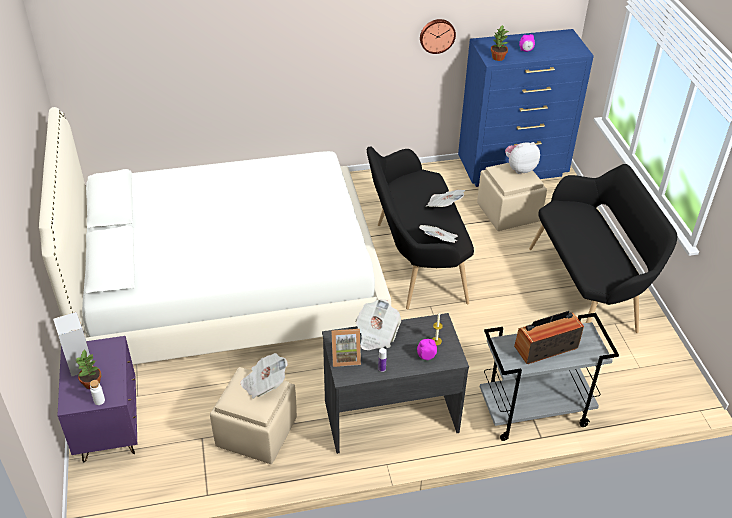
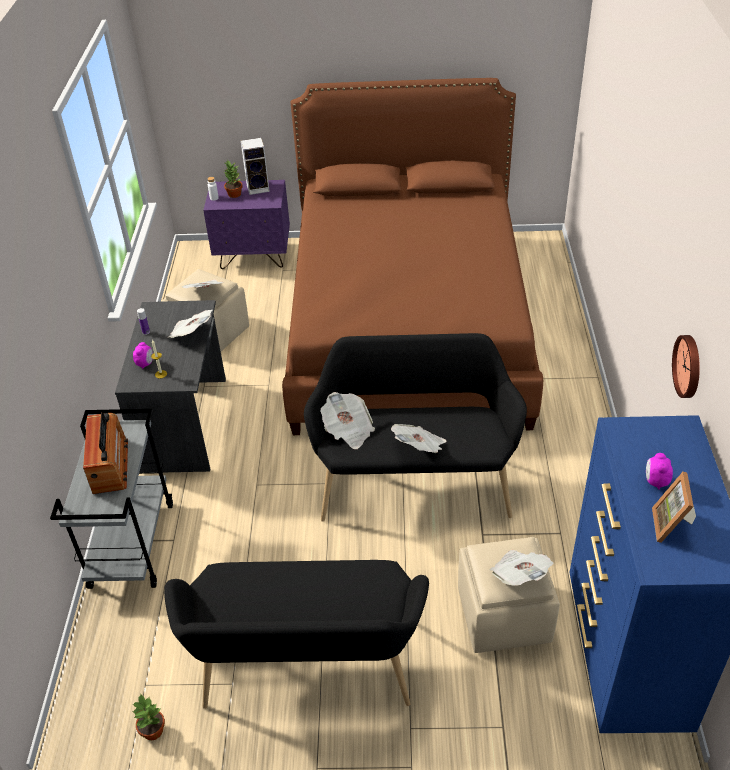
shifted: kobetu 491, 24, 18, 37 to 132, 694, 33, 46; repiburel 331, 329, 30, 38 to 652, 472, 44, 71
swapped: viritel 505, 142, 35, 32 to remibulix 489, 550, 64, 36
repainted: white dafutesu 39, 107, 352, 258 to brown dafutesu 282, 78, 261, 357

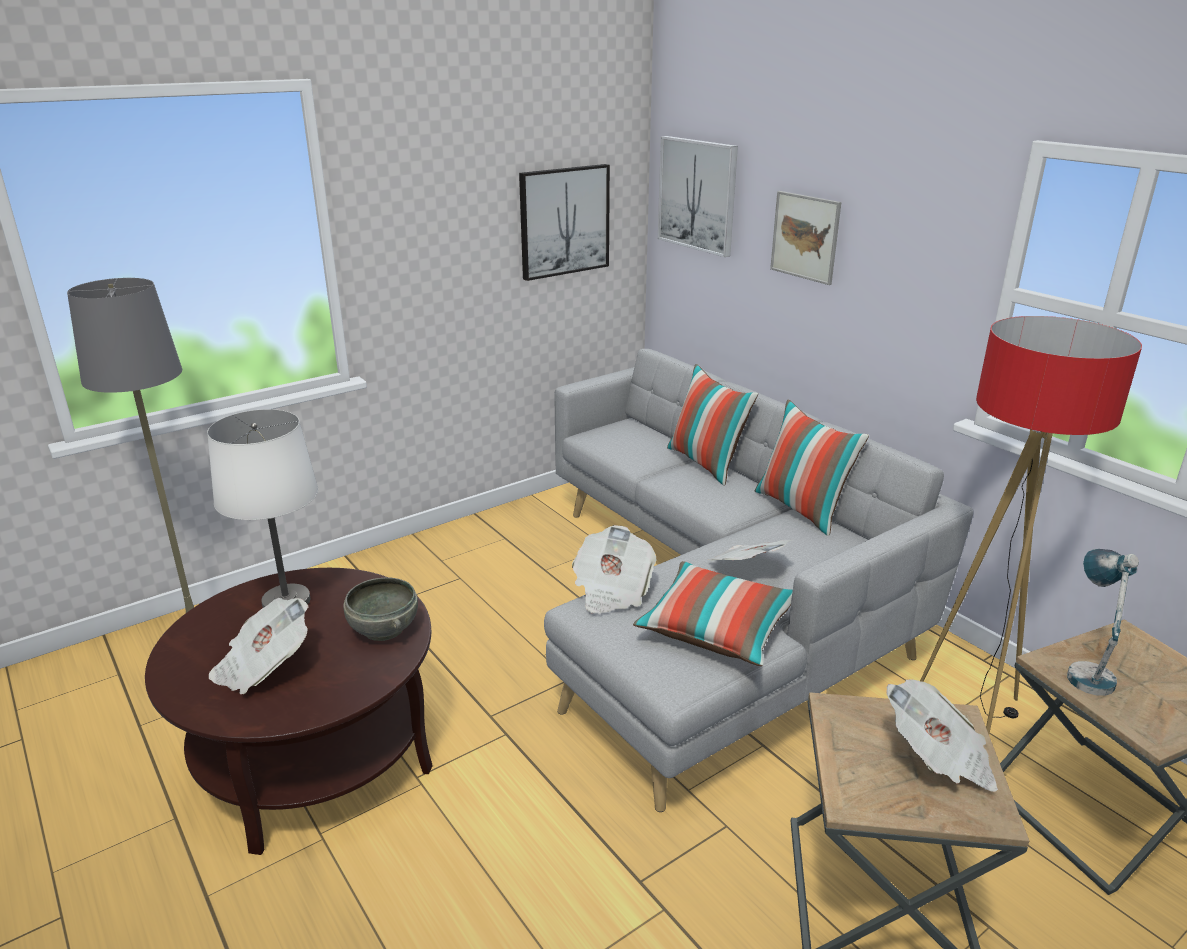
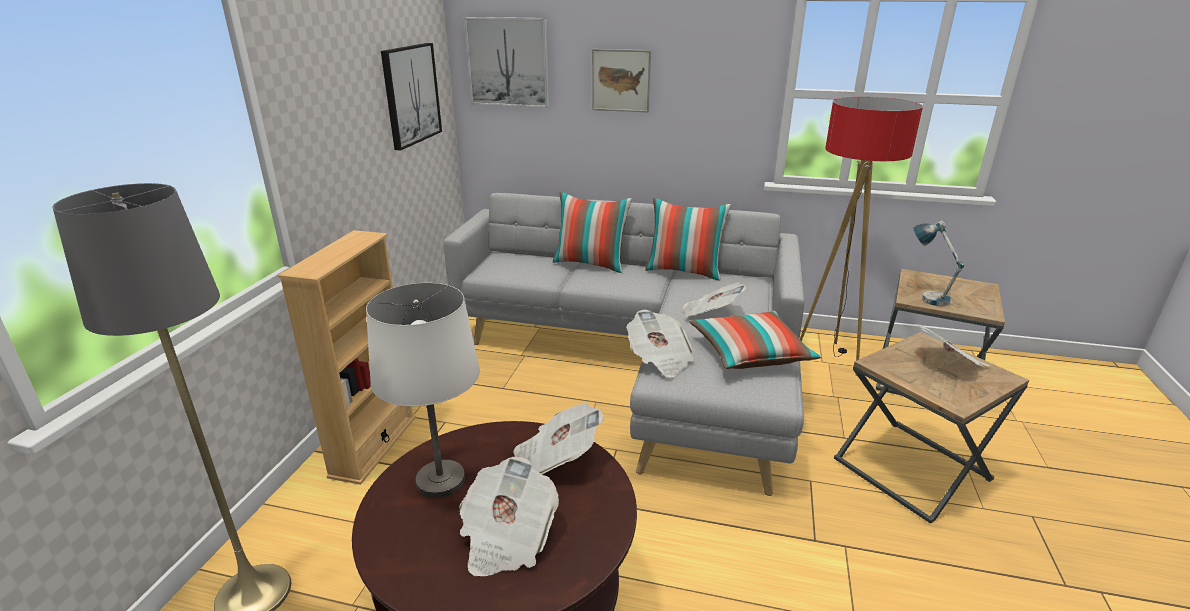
new: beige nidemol 278, 230, 138, 255
swapped: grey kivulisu 343, 577, 75, 64 to remibulix 513, 403, 91, 71

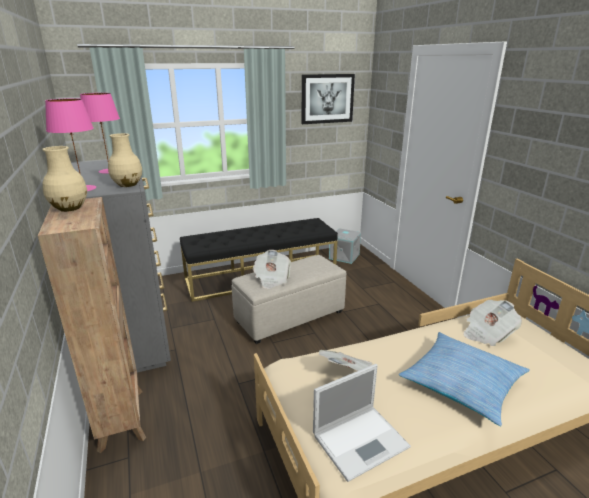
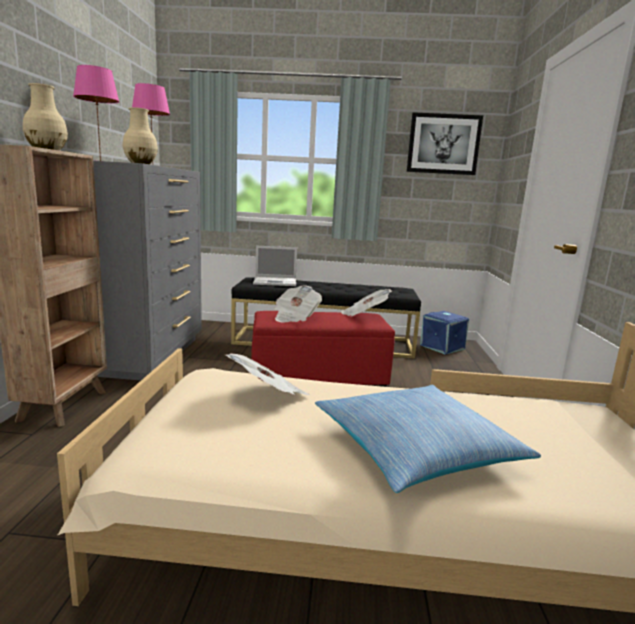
shifted: remibulix 463, 300, 59, 46 to 341, 289, 51, 28; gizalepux 313, 364, 98, 118 to 253, 246, 44, 40
repainted: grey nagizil 329, 228, 32, 36 to blue nagizil 420, 311, 49, 44; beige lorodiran 232, 255, 115, 89 to red lorodiran 251, 311, 144, 76

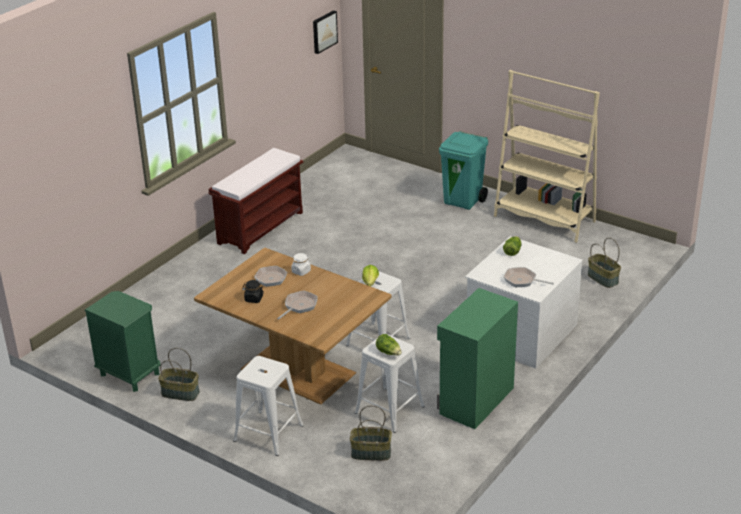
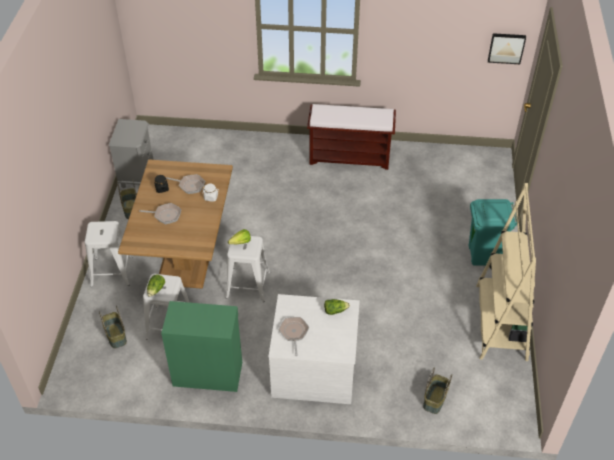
repainted: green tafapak 84, 291, 76, 101 to grey tafapak 109, 119, 46, 70

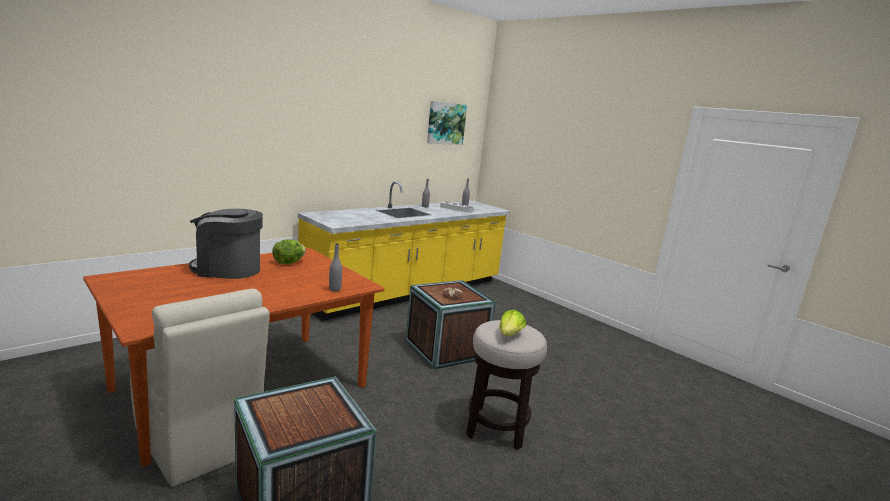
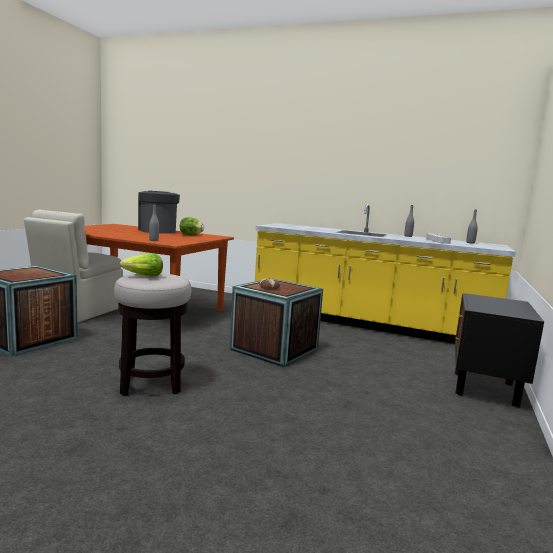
gone: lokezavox 427, 101, 40, 44
new: black tafapak 455, 293, 89, 114

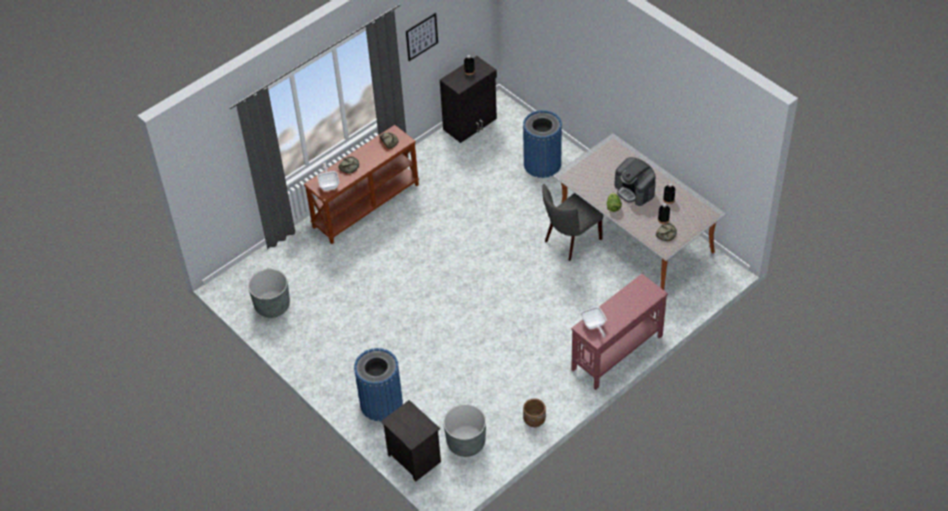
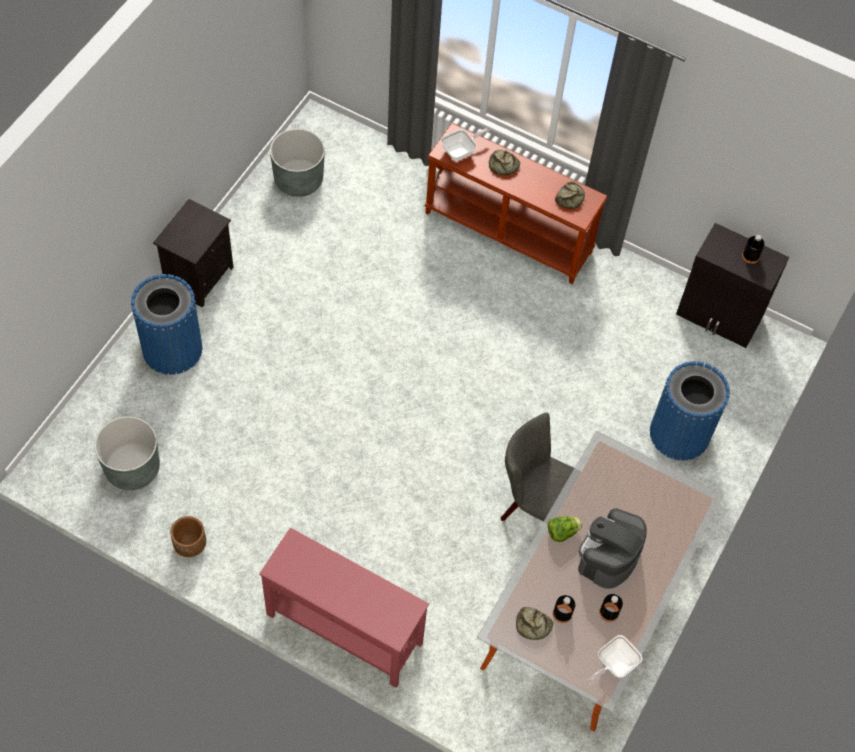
gone: lokezavox 406, 13, 32, 48
shifted: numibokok 580, 306, 27, 32 to 587, 635, 55, 50; black tafapak 381, 400, 60, 82 to 153, 199, 80, 108

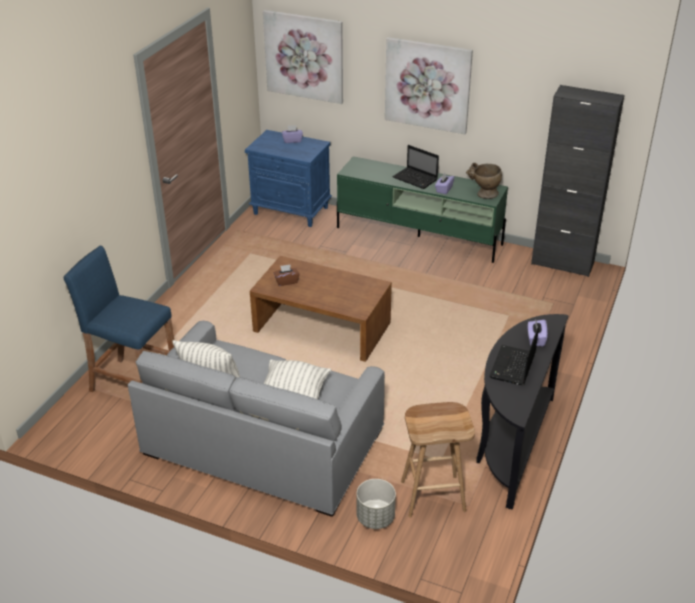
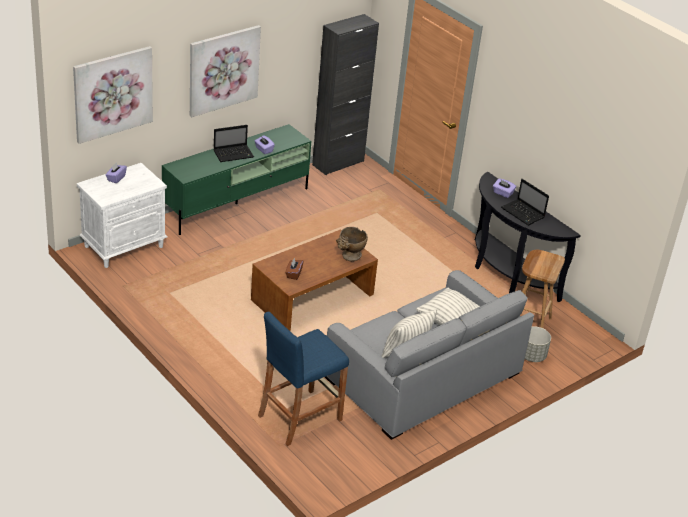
shifted: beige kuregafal 466, 163, 36, 36 to 336, 227, 32, 34
repainted: blue tafapak 245, 130, 87, 97 to white tafapak 77, 163, 91, 105

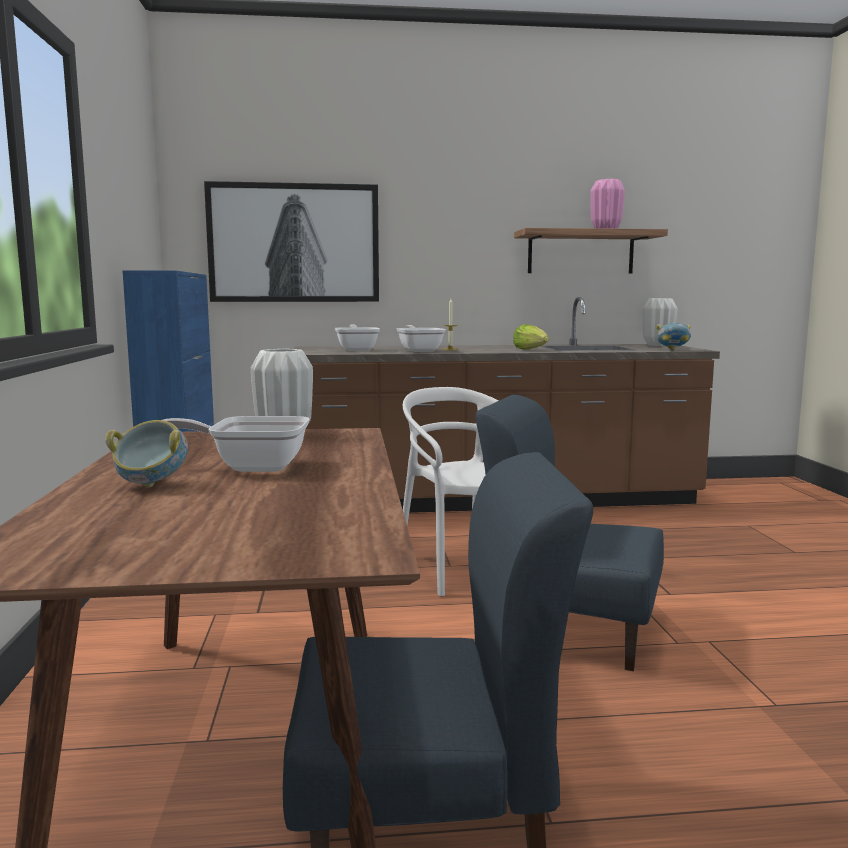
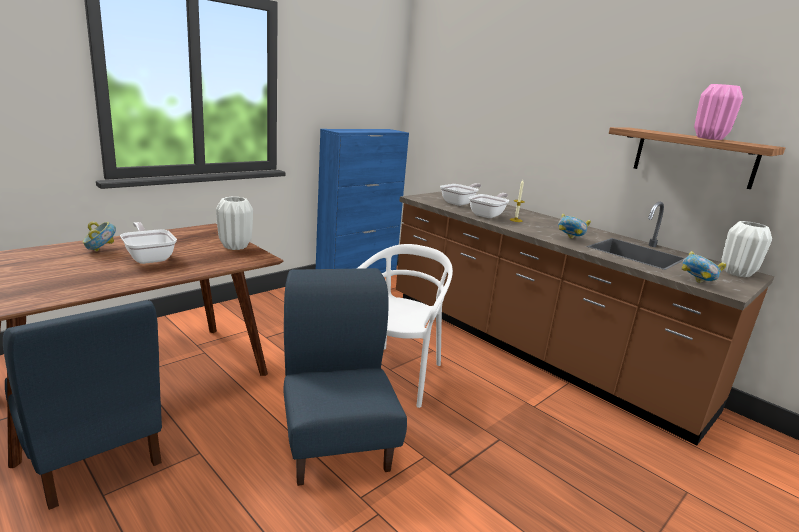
gone: lokezavox 204, 181, 175, 121
swapped: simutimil 513, 324, 36, 26 to kivulisu 558, 214, 33, 25

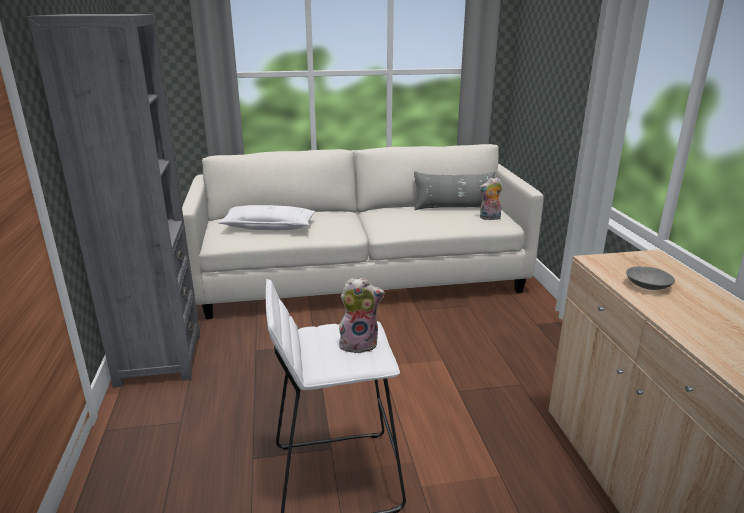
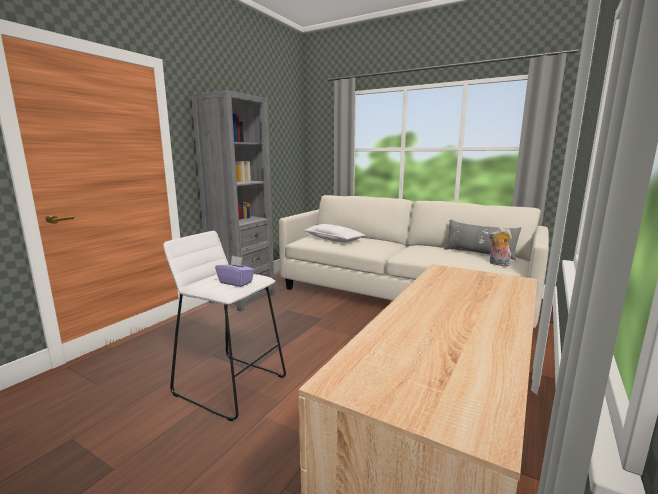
gone: grey kivulisu 626, 266, 49, 24
swapped: viritel 339, 278, 46, 76 to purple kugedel 215, 256, 40, 31

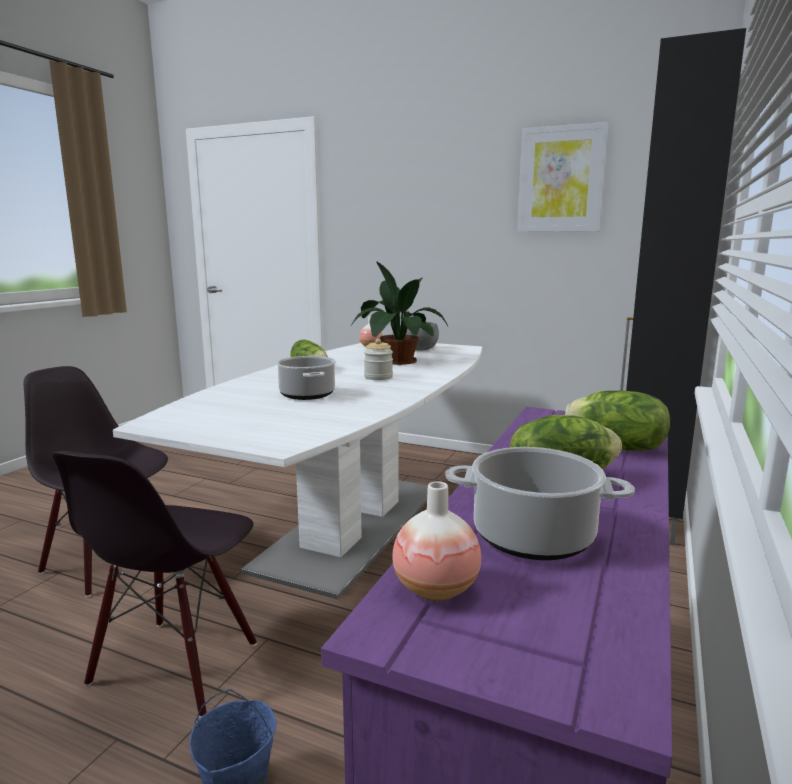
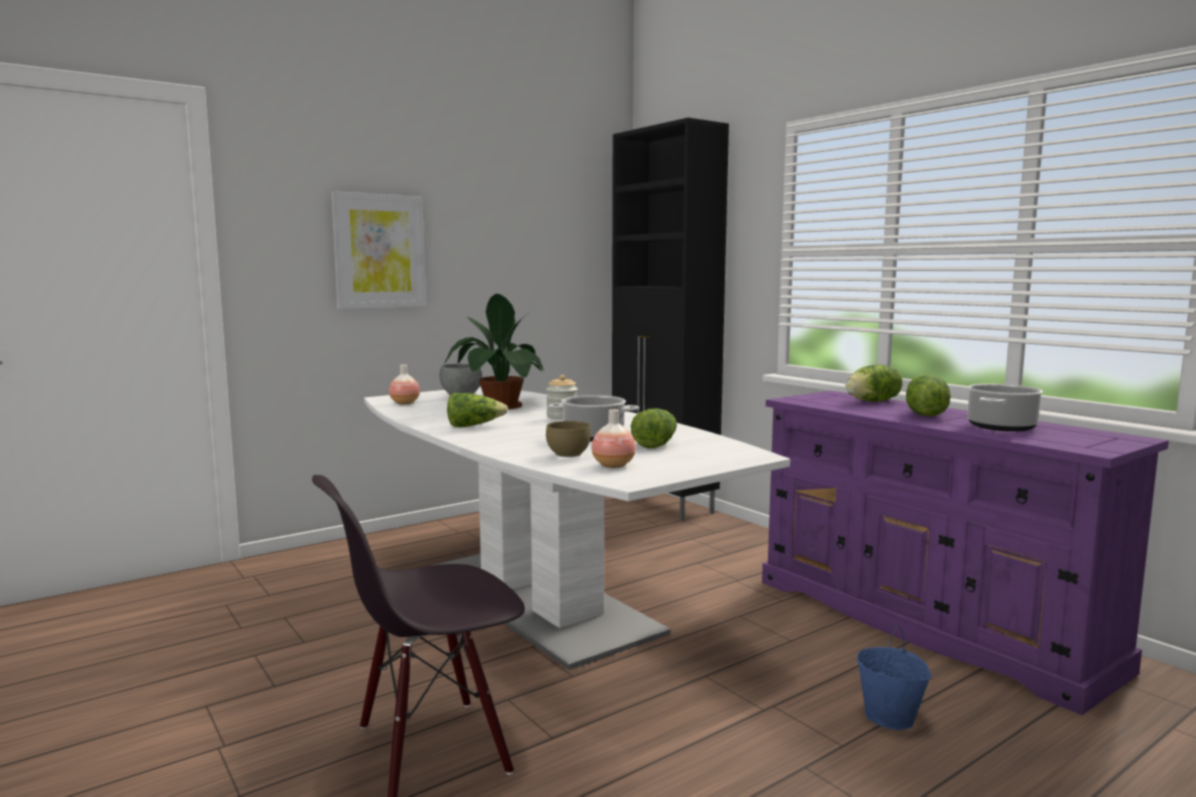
gone: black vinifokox 52, 451, 205, 267
new: simutimil 631, 408, 46, 40; brown kivulisu 546, 421, 45, 36
shifted: lokezavox 517, 122, 92, 110 to 331, 191, 95, 118; kuregafal 392, 481, 89, 120 to 592, 409, 44, 59

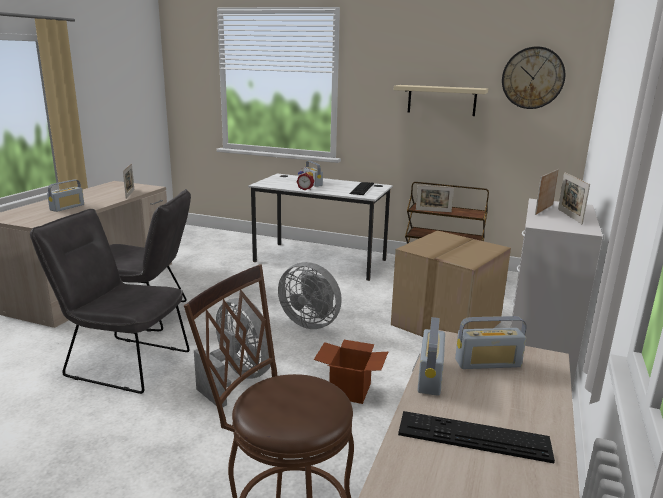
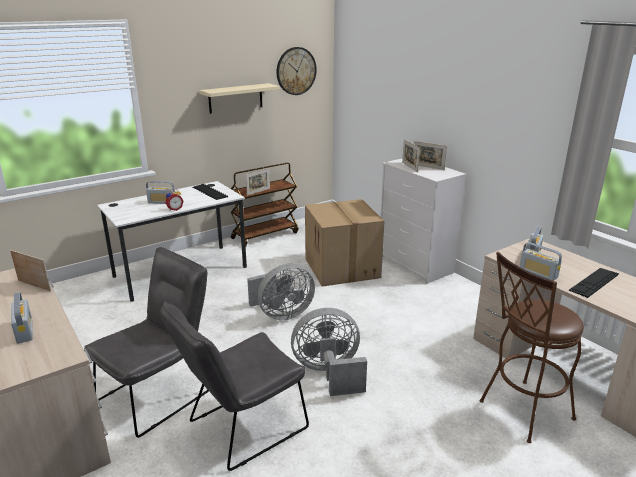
gone: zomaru 314, 340, 74, 64

